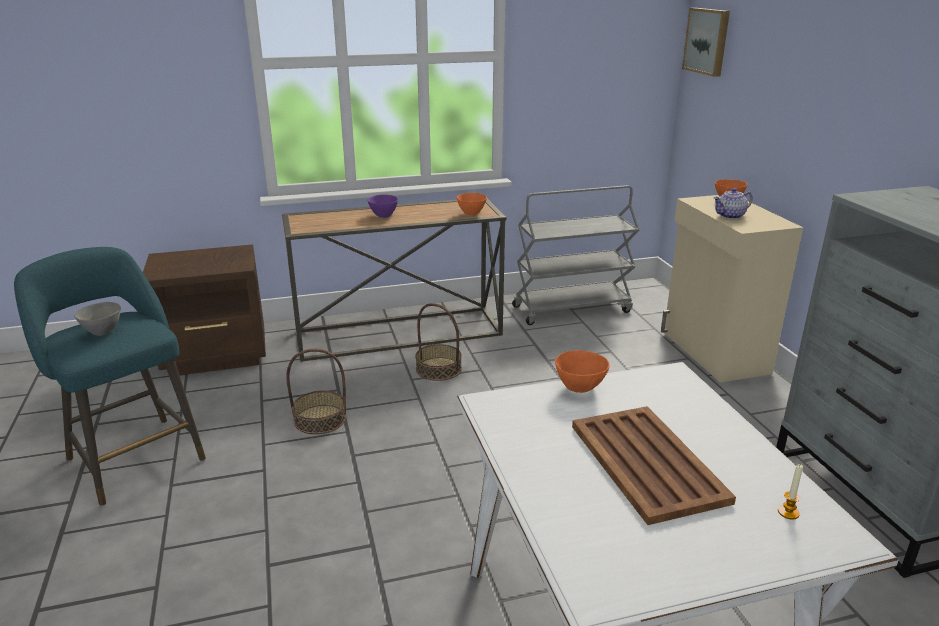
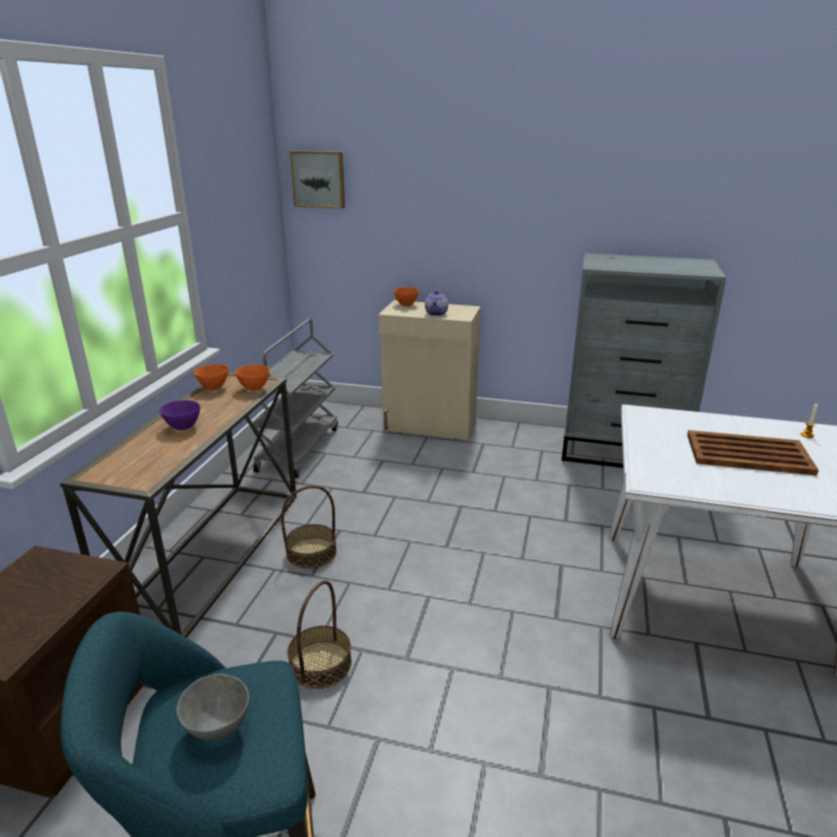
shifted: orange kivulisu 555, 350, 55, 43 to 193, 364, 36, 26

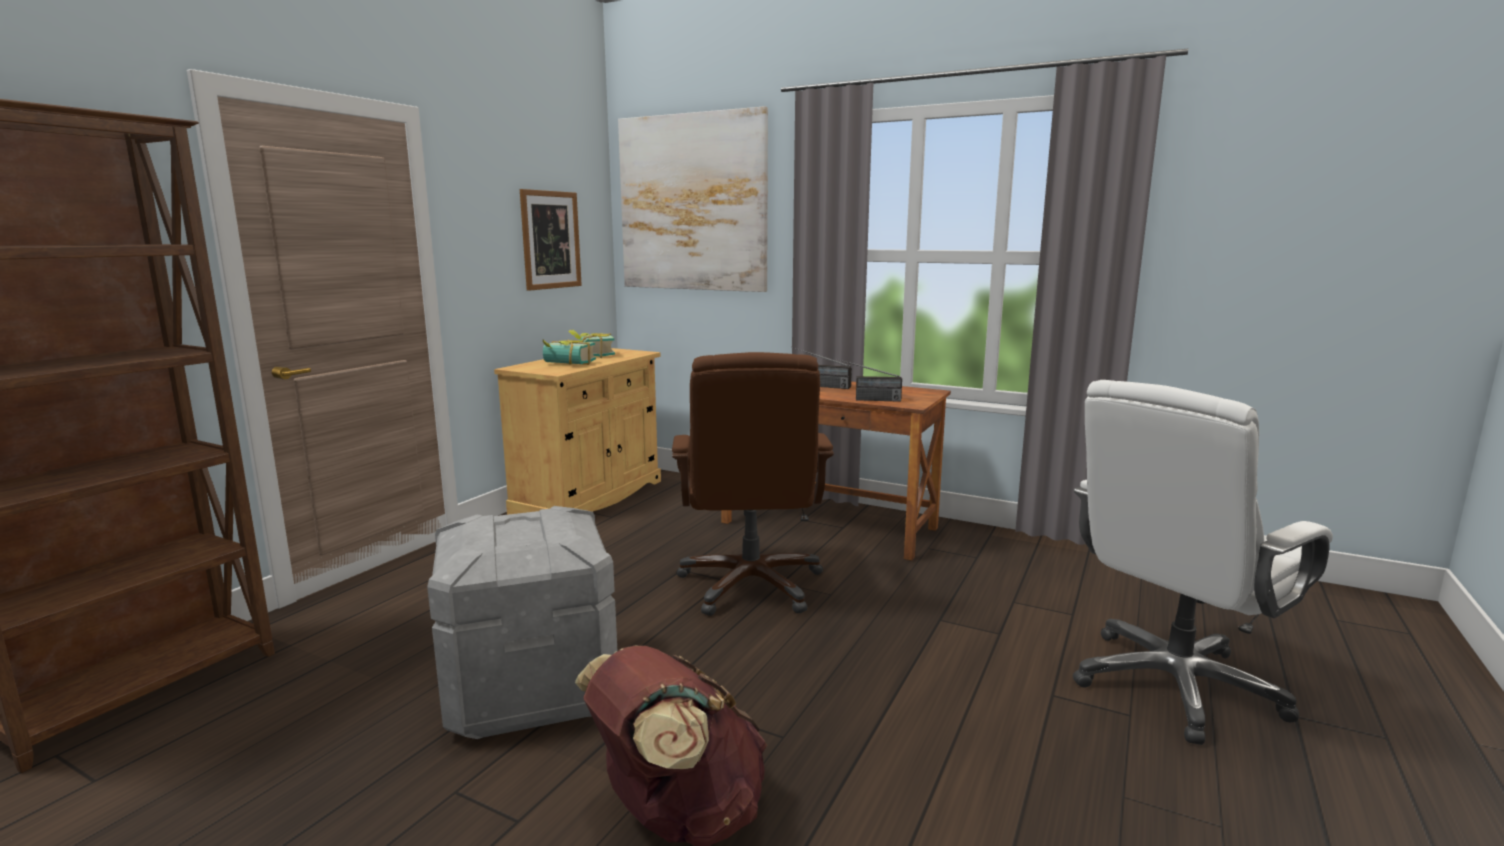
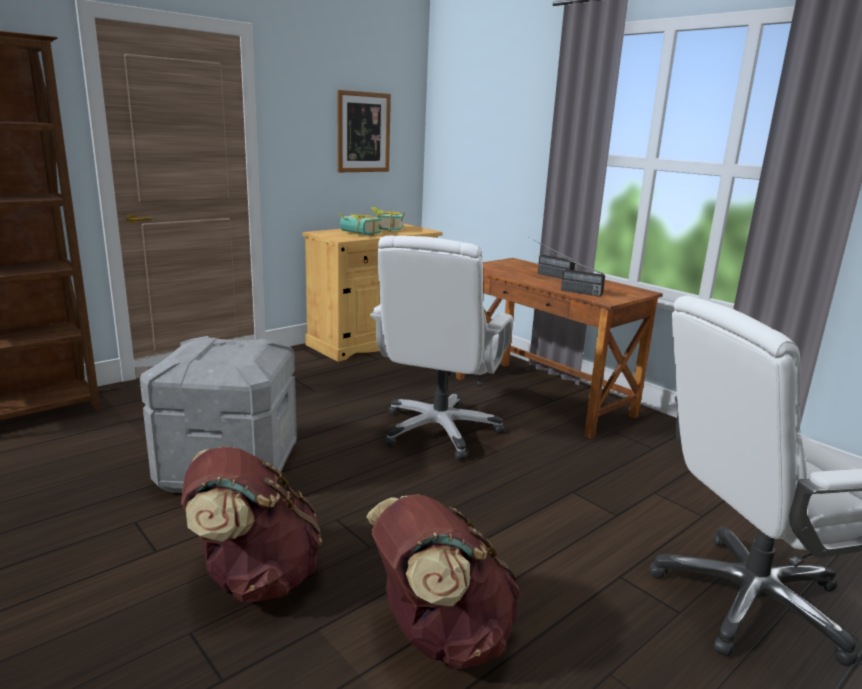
gone: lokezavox 618, 106, 150, 186
new: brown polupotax 367, 494, 154, 175
repainted: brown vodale 672, 352, 162, 264 to white vodale 370, 236, 143, 224

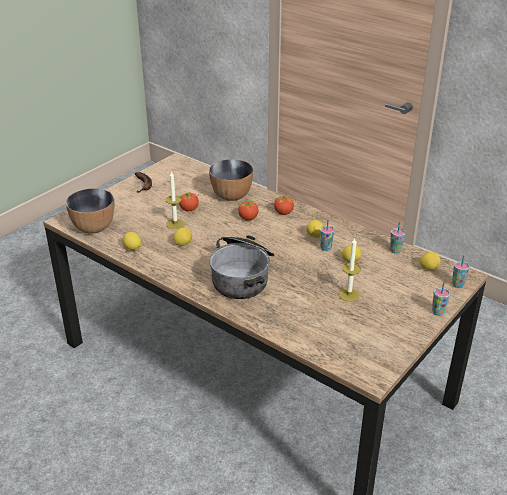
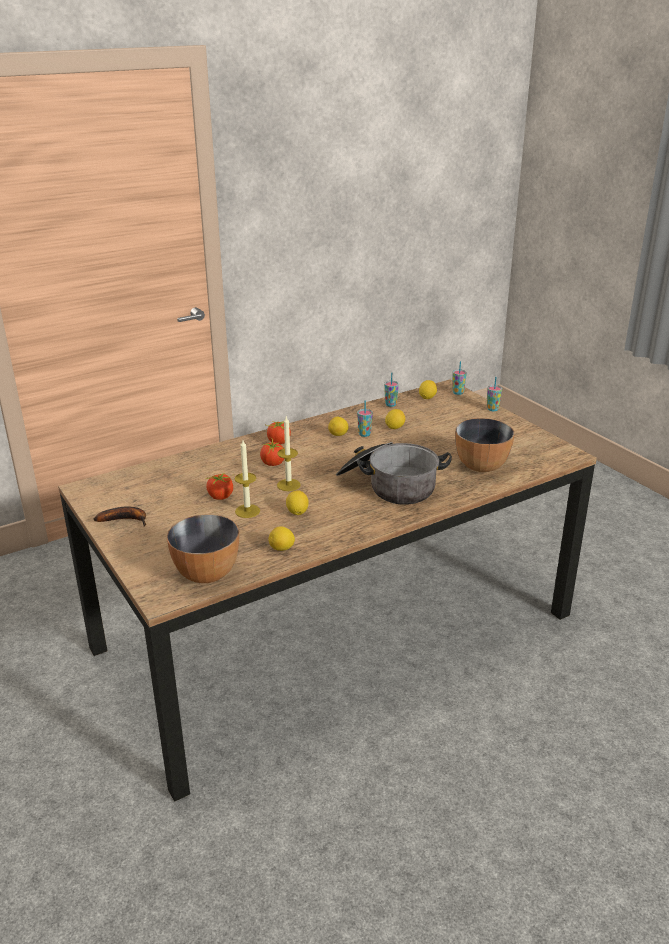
shifted: kivulisu 209, 159, 44, 42 to 455, 418, 59, 54; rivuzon 338, 237, 23, 65 to 277, 416, 24, 75

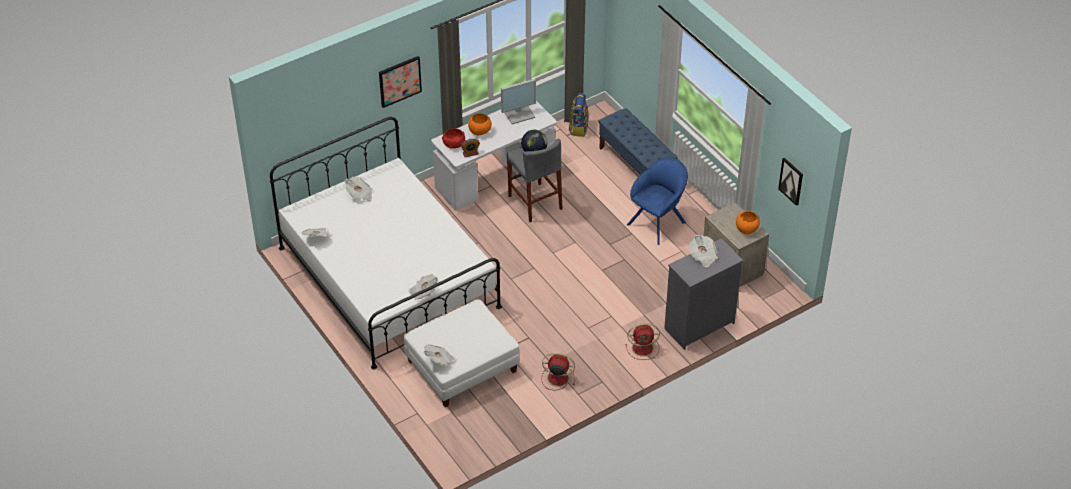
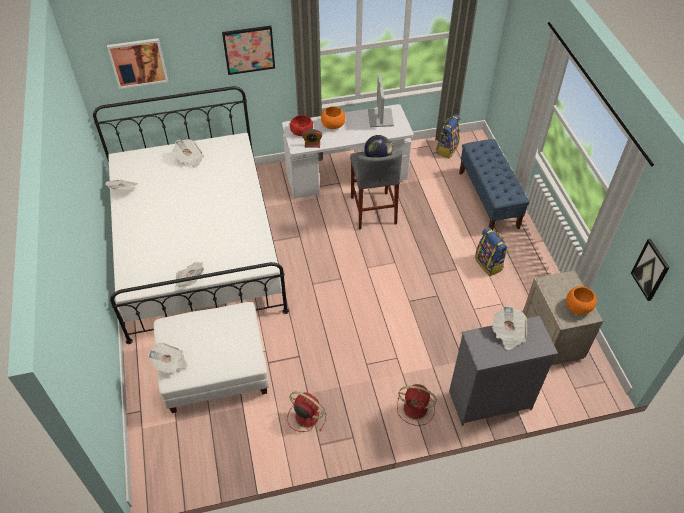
new: lokezavox 107, 38, 61, 51
swapped: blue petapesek 627, 157, 61, 88 to polupotax 475, 227, 32, 49
rotated: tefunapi 501, 79, 35, 45 = 368, 74, 26, 53 90 degrees counterclockwise

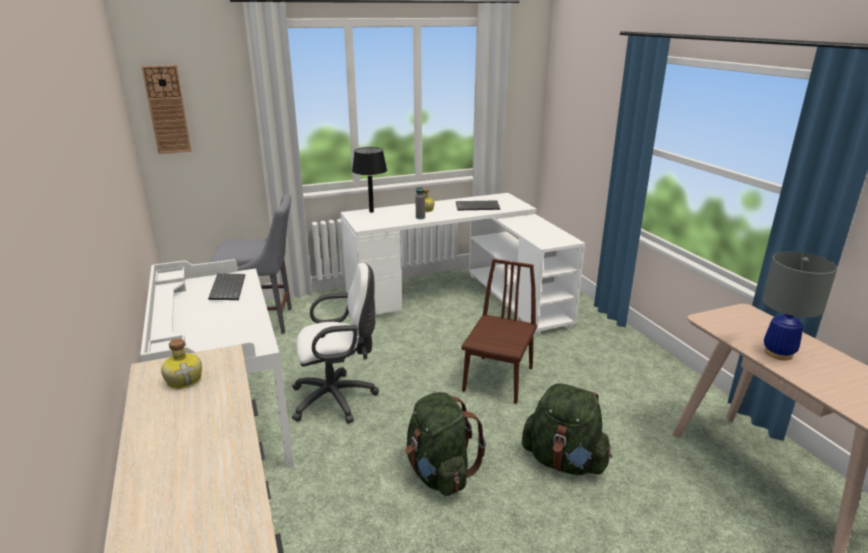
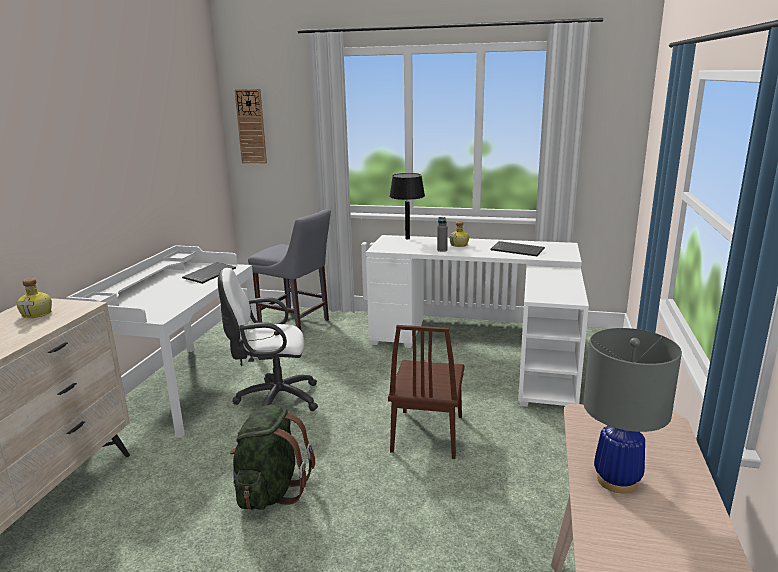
gone: green polupotax 522, 383, 90, 92
rotated: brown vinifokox 461, 259, 76, 145 = 388, 325, 76, 134 135 degrees clockwise; white vodale 292, 263, 87, 160 = 218, 268, 100, 143 150 degrees clockwise

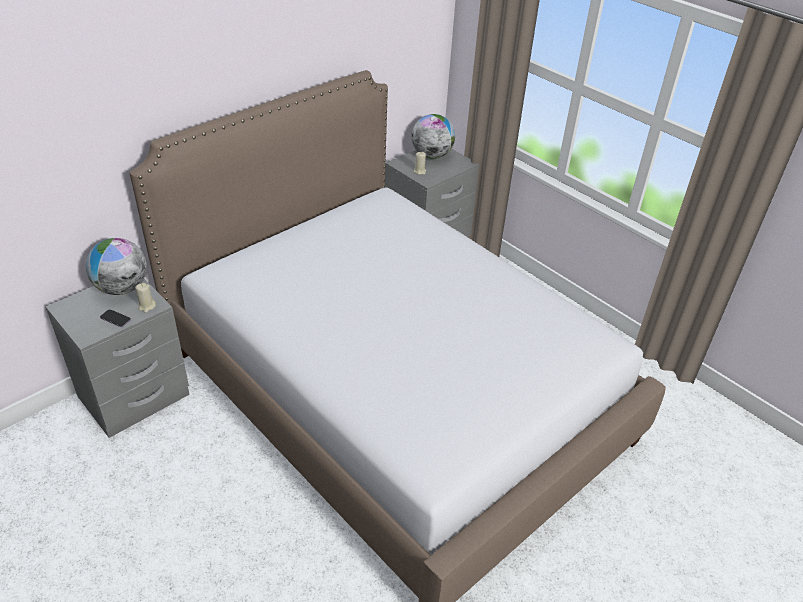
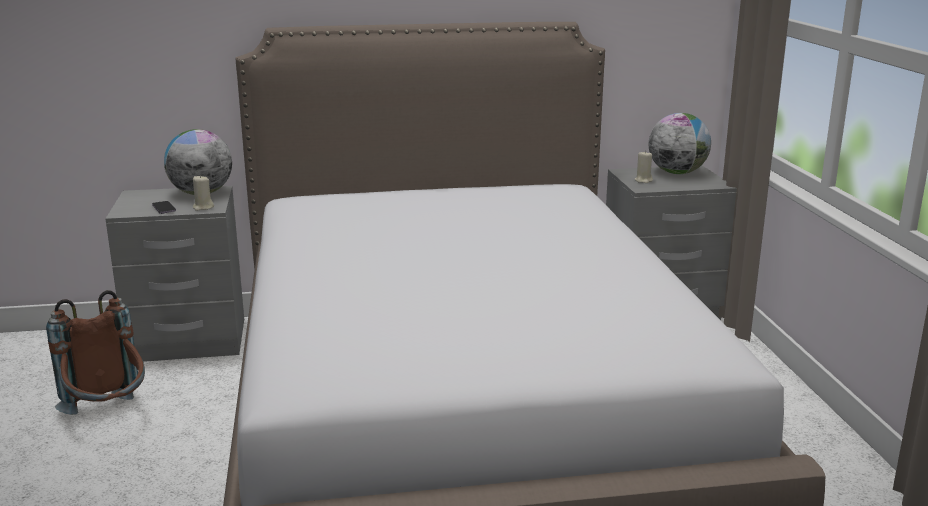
new: brown polupotax 46, 290, 99, 125

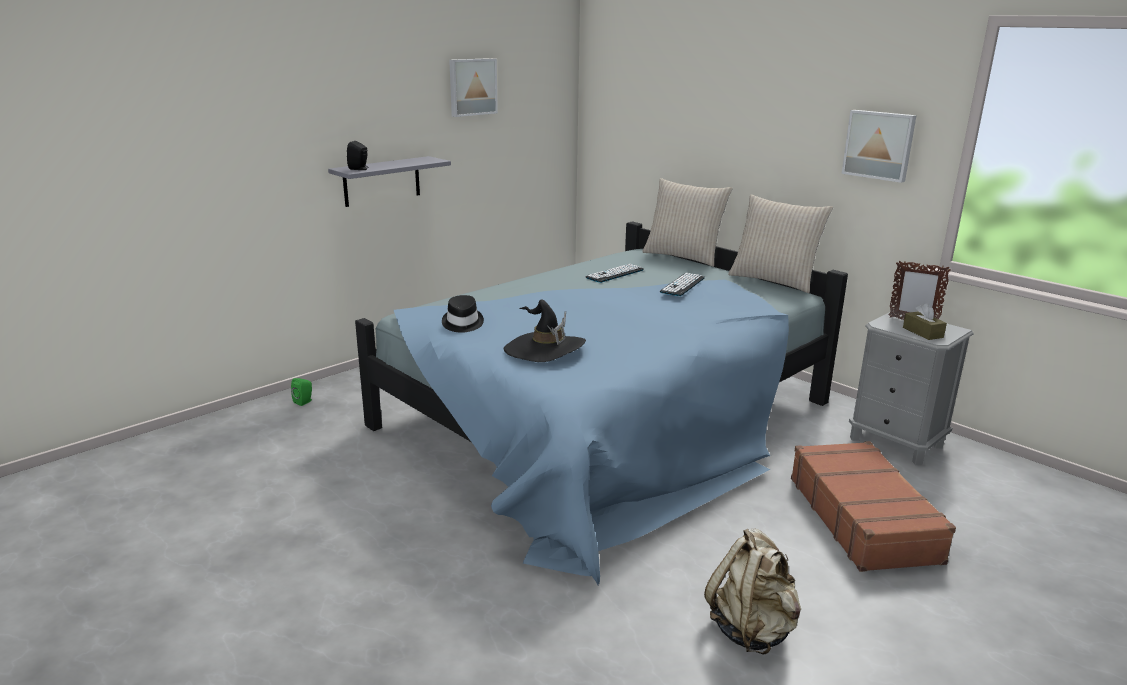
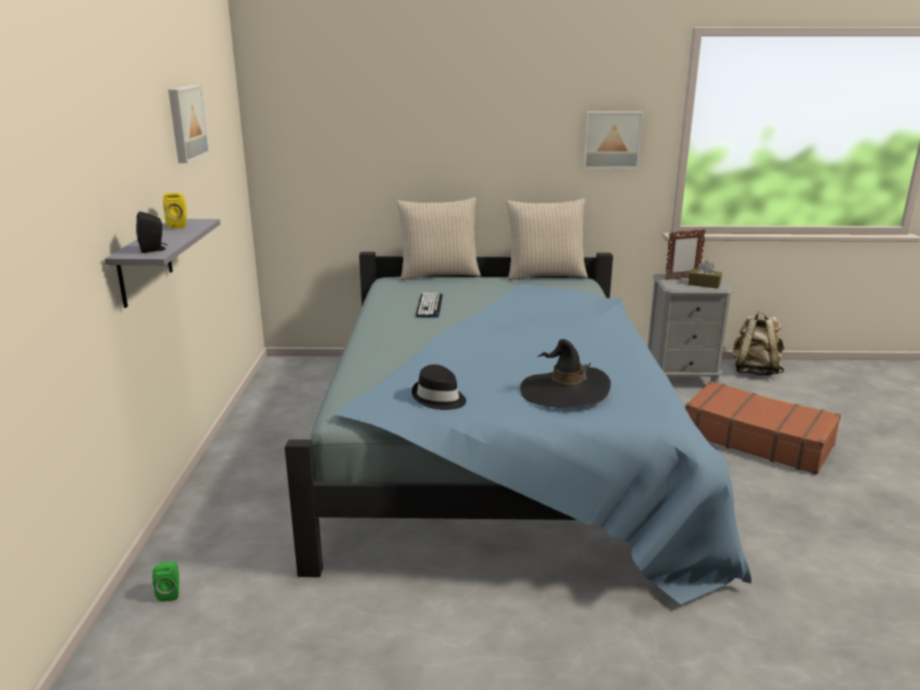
gone: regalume 660, 273, 45, 23
new: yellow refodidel 163, 193, 24, 36
shifted: beige polupotax 704, 529, 97, 125 to 732, 312, 52, 64

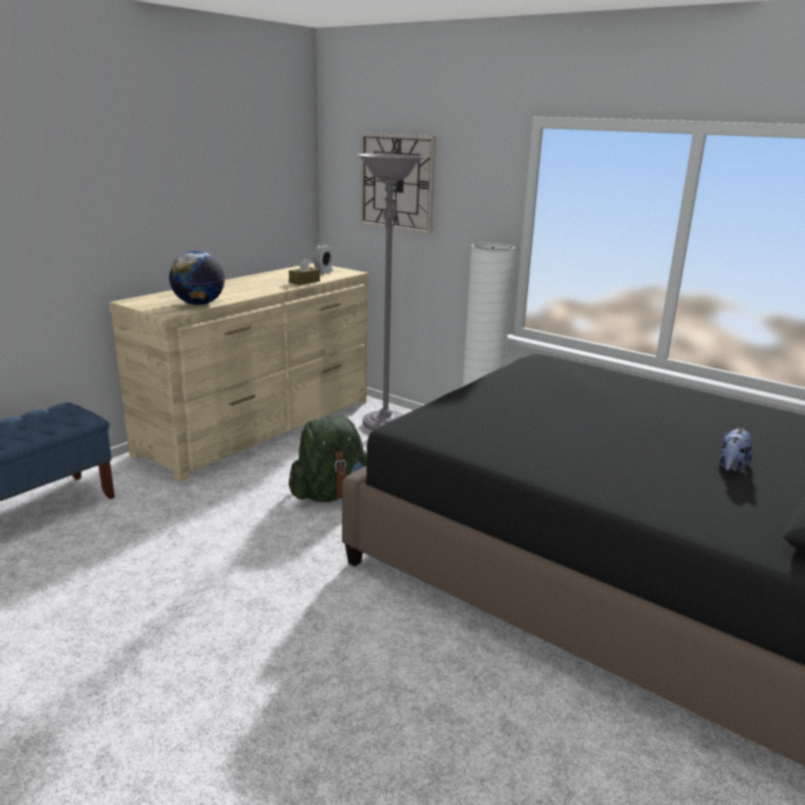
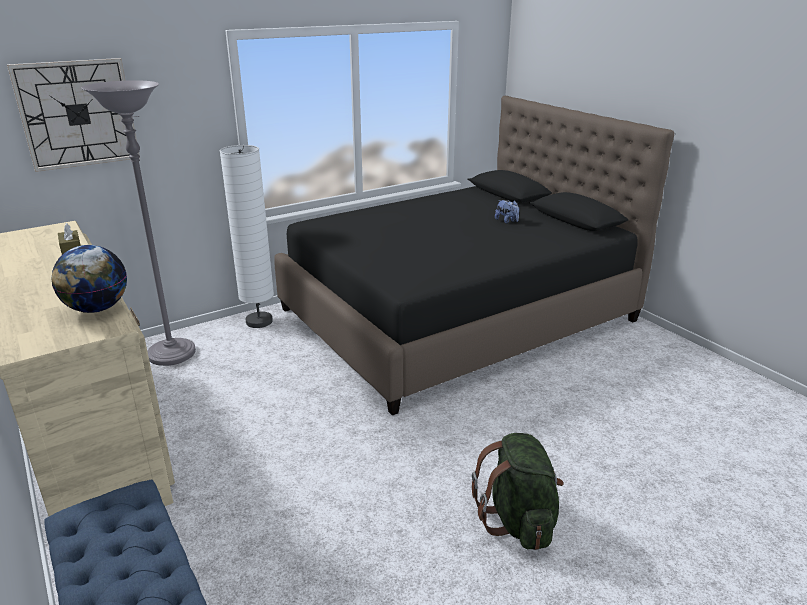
gone: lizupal 313, 245, 20, 29
shifted: green polupotax 289, 417, 78, 85 to 472, 433, 92, 117

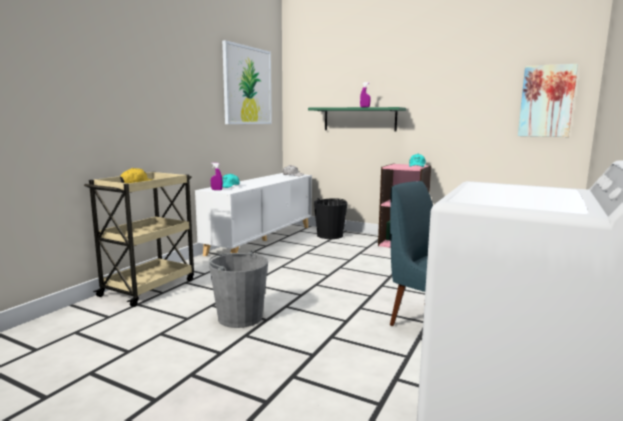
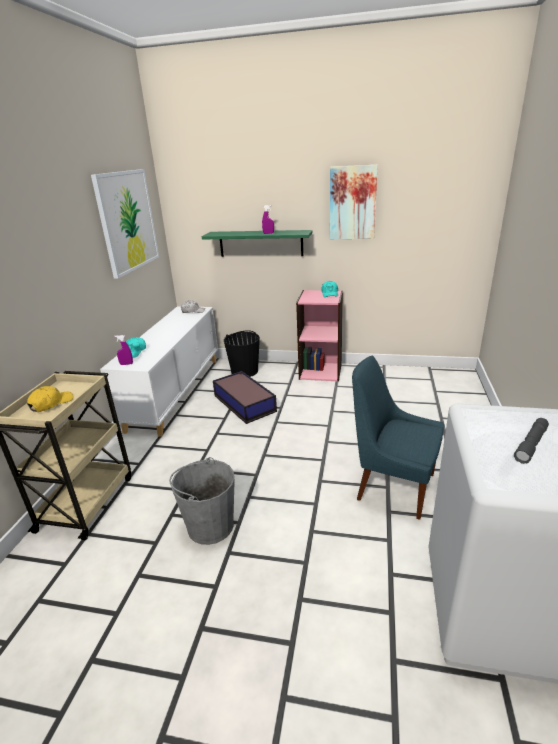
new: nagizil 213, 371, 64, 53; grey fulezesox 514, 418, 35, 46
shifted: lokezavox 518, 64, 60, 73 to 330, 165, 48, 74

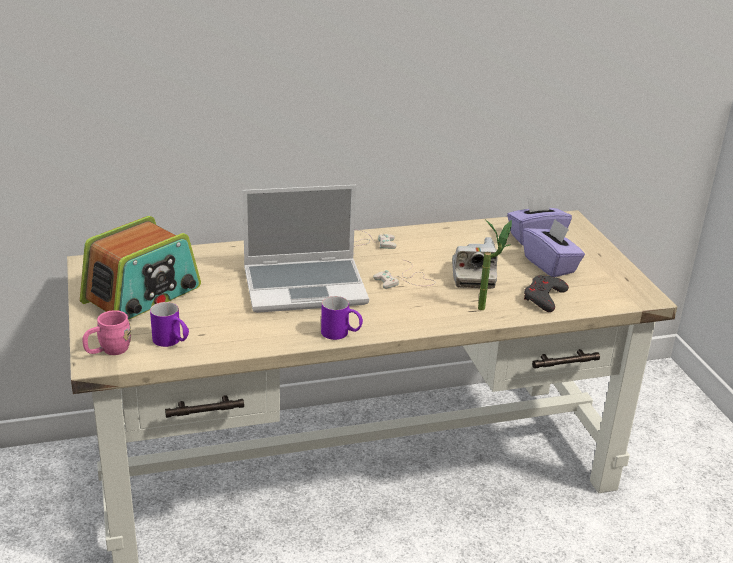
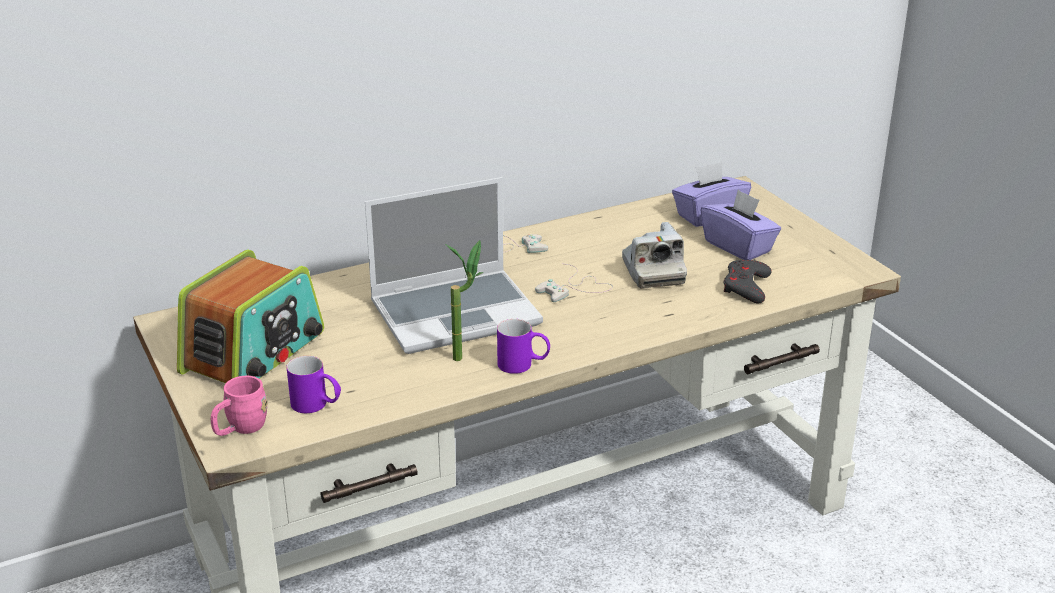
shifted: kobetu 478, 220, 34, 90 to 445, 240, 39, 121

